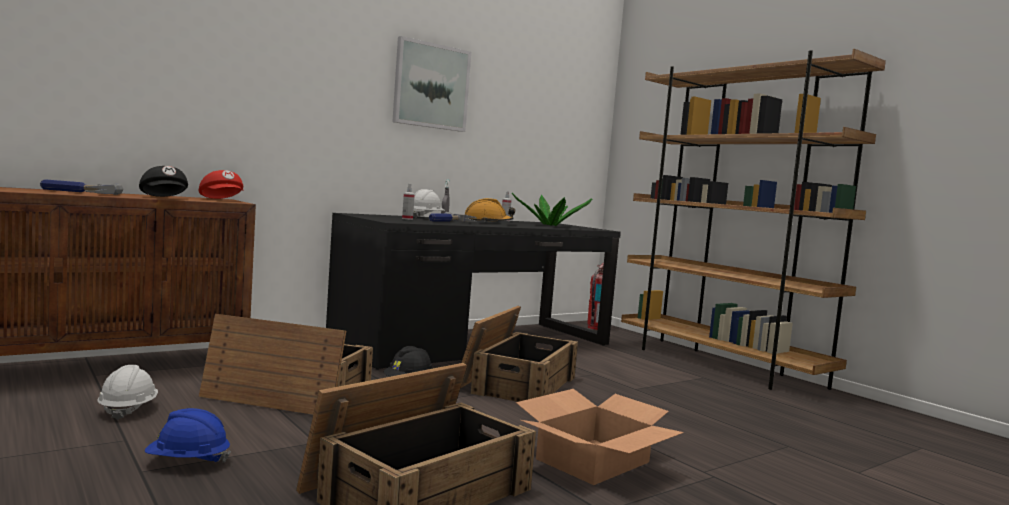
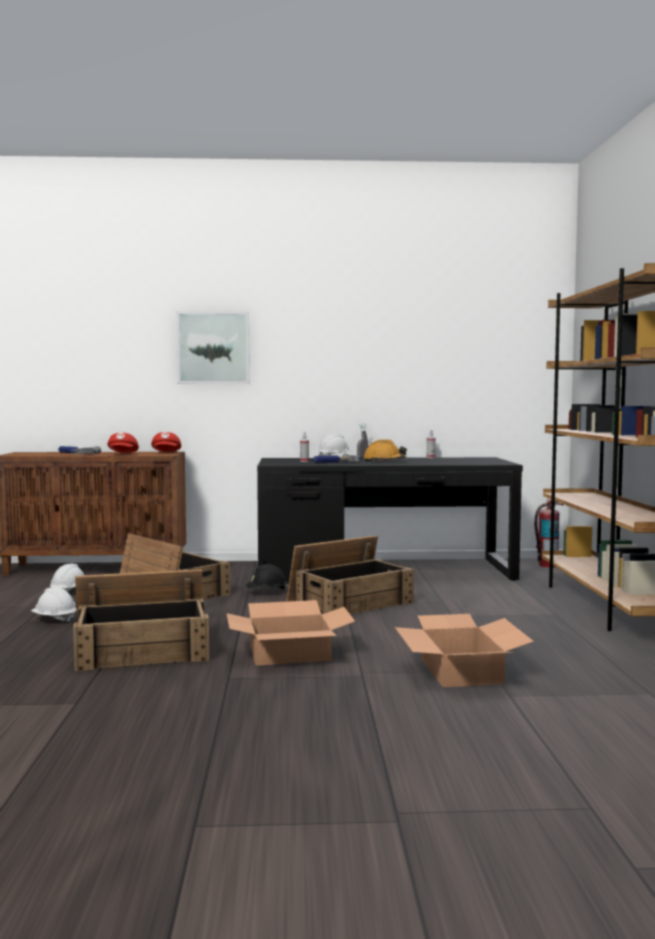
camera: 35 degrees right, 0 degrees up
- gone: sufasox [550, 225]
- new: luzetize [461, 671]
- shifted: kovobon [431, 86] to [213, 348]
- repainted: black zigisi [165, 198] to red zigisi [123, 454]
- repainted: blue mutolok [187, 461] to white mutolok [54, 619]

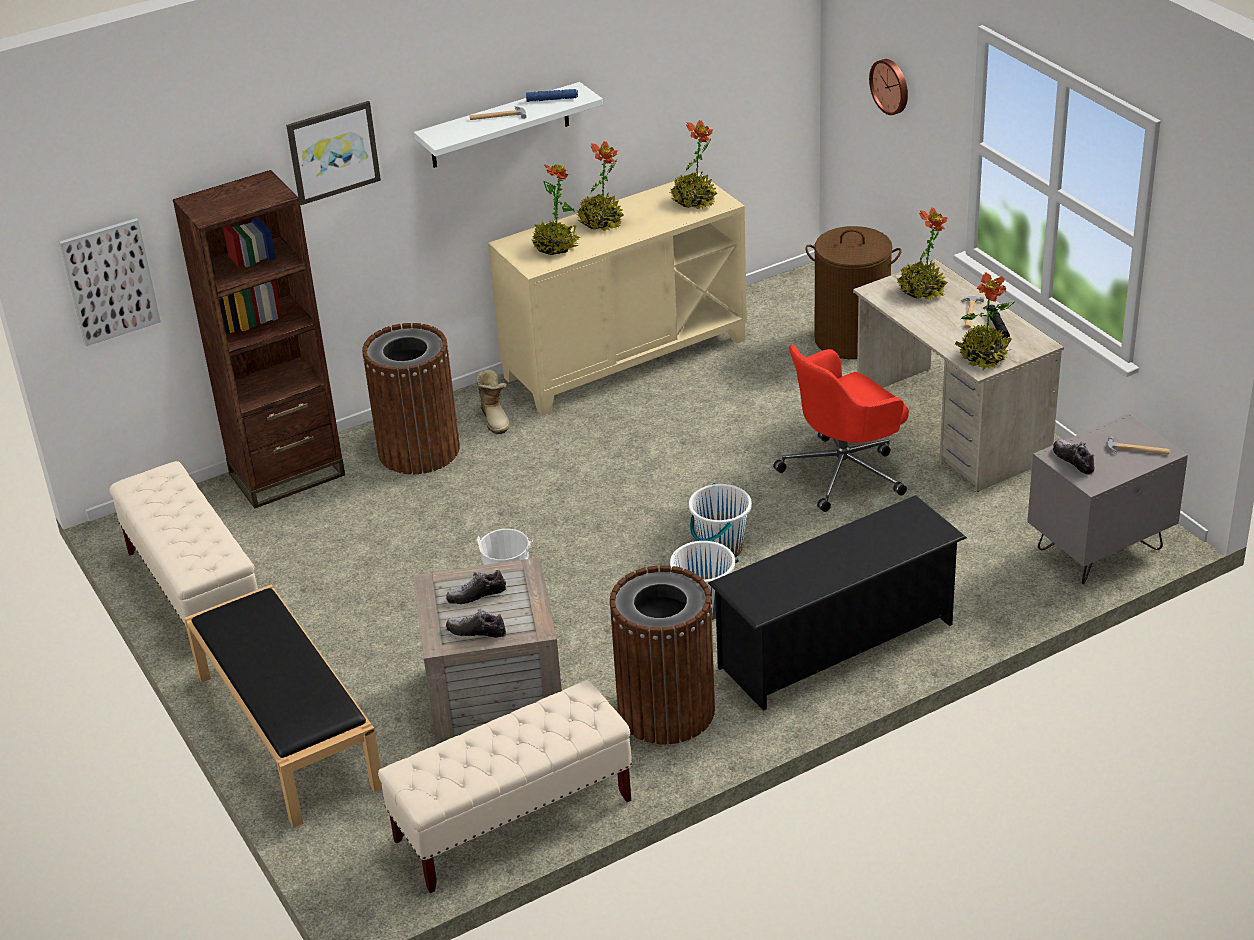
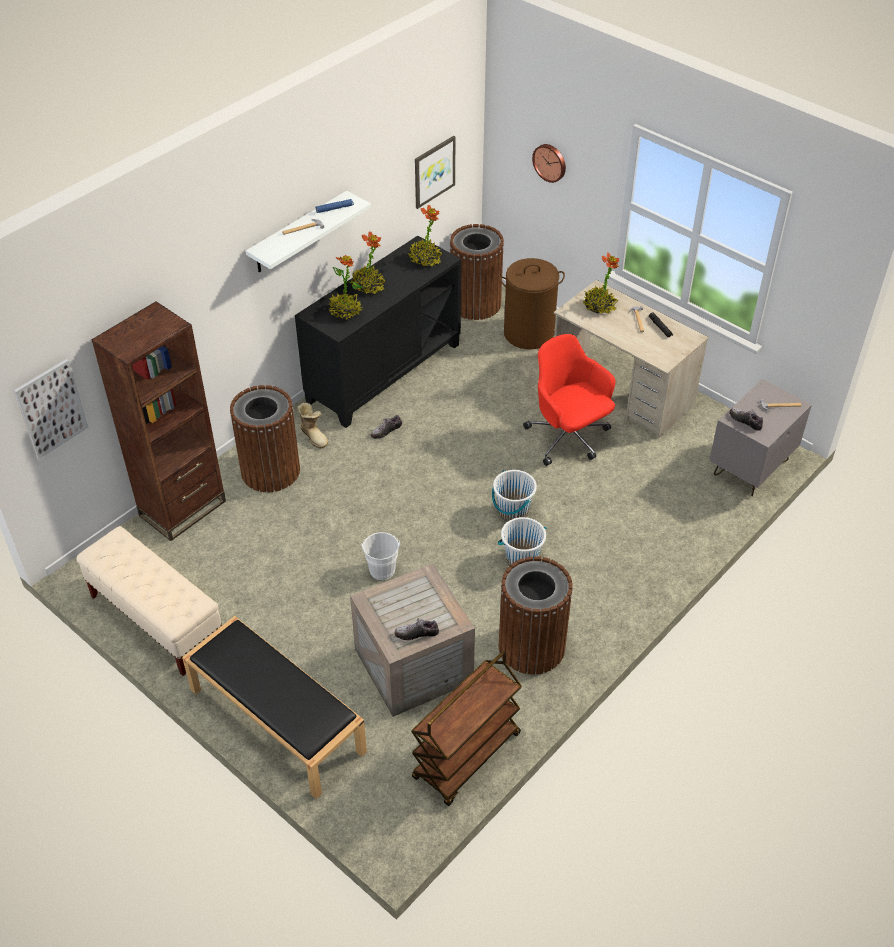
camera: 20 degrees left, 10 degrees up
- gone: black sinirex [837, 645]
- gone: sufasox [983, 357]
- new: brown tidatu [475, 303]
- shifted: kovobon [333, 152] to [434, 171]
- shifted: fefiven [476, 595] to [386, 431]
- swapped: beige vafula [513, 821] to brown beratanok [467, 757]
- repainted: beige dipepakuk [625, 358] to black dipepakuk [383, 372]
- rotated: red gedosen [844, 472] = [568, 438] 105 degrees clockwise

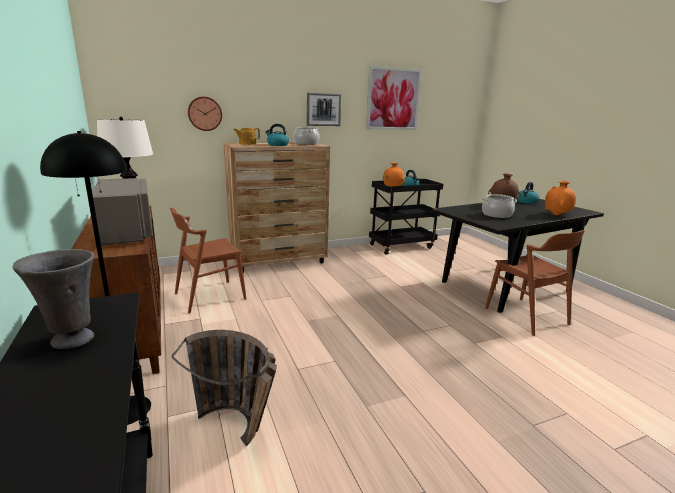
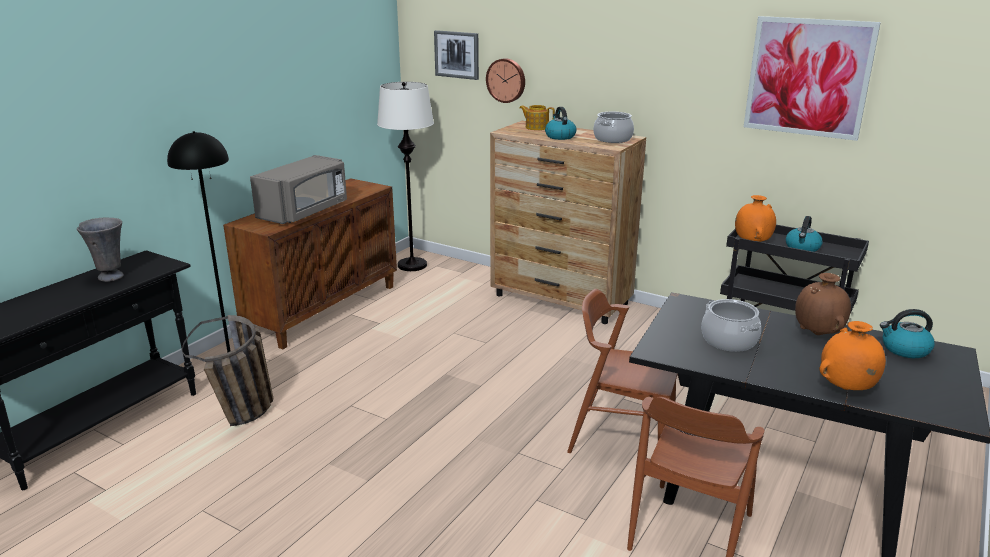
camera: 55 degrees right, 5 degrees up
- shifted: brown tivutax [209, 296] to [621, 439]
- shifted: kovobon [323, 109] to [457, 54]

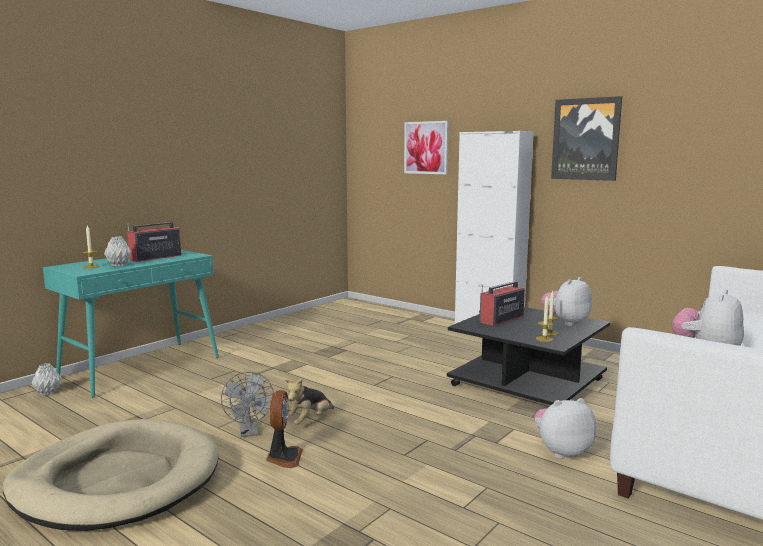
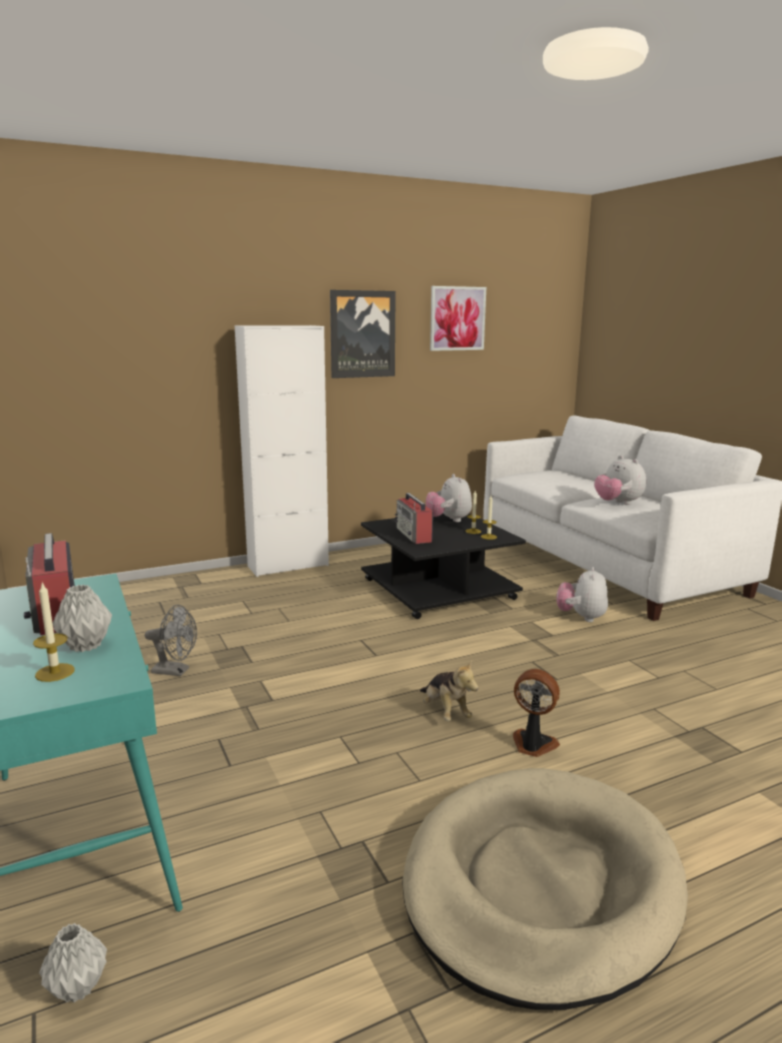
camera: 65 degrees left, 5 degrees up
- shifted: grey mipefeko [249, 432] to [176, 671]
- shifted: kovobon [426, 147] to [457, 318]

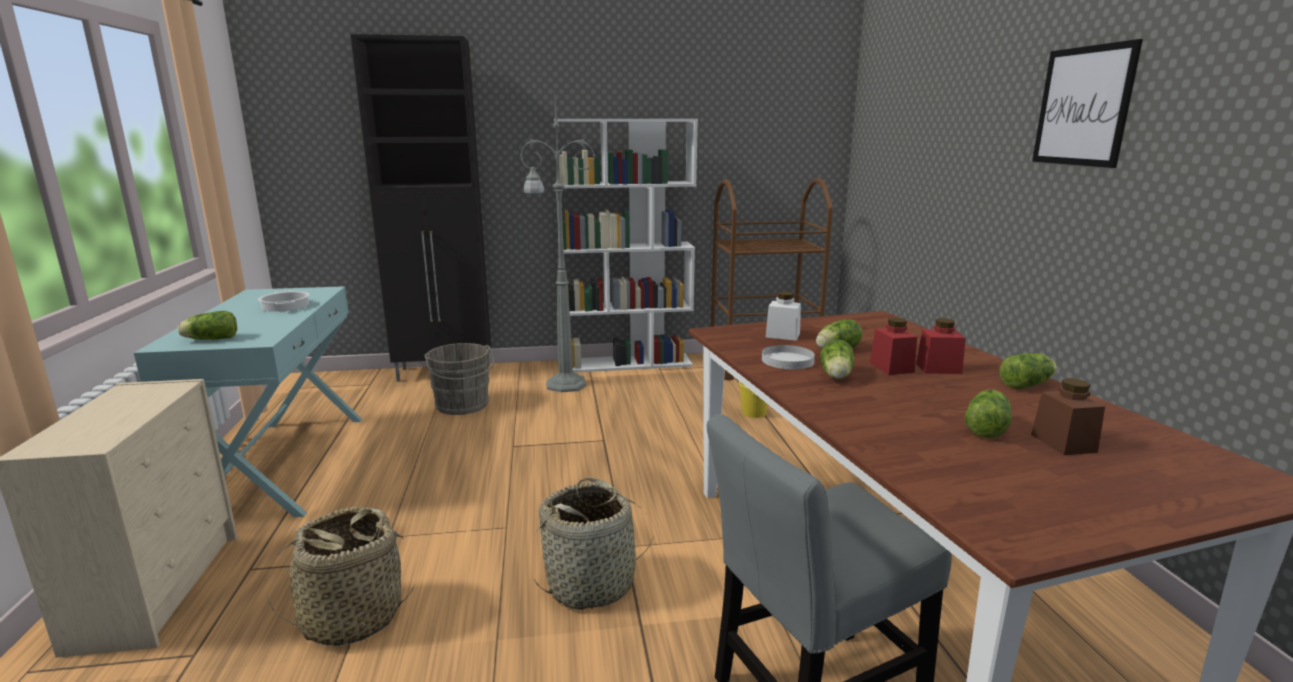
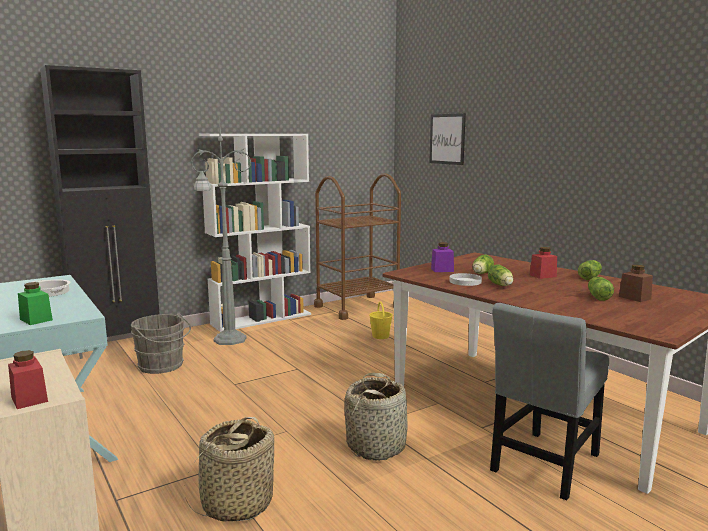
camera: 25 degrees left, 5 degrees down
- shifted: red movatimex [891, 367] to [29, 399]
- shifted: kovobon [1083, 106] to [447, 139]
- swapped: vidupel [210, 339] to green movatimex [36, 319]
- repainted: white movatimex [782, 335] to purple movatimex [442, 270]

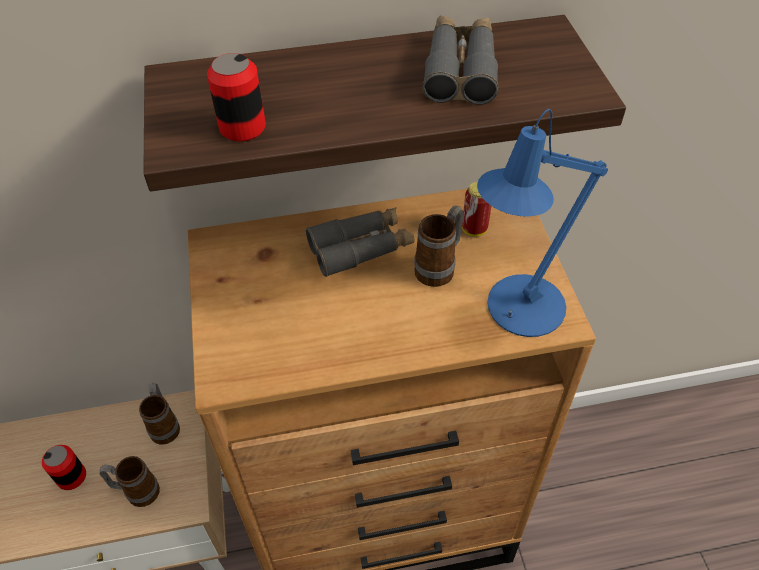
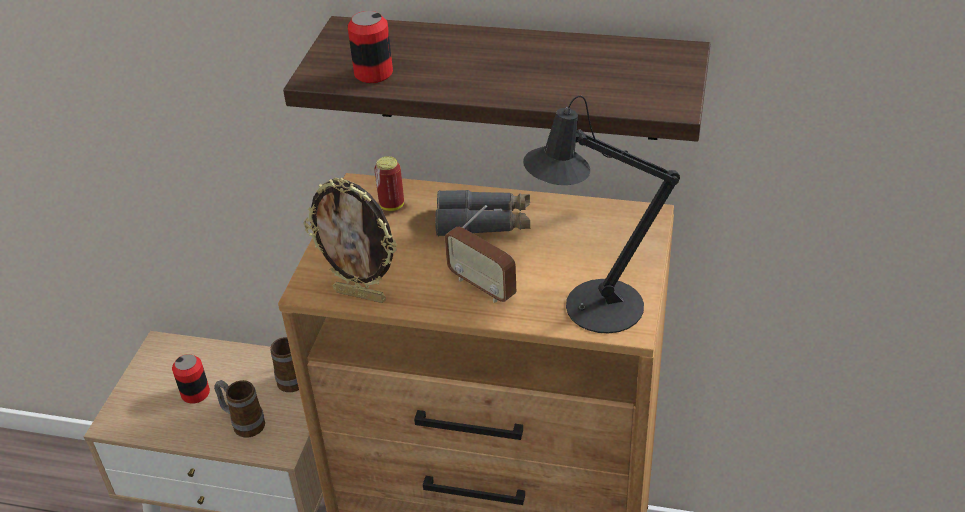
camera: 25 degrees right, 10 degrees down
- gone: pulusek [439, 267]
- gone: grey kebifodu [460, 69]
- new: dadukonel [361, 295]
- new: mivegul [482, 286]
- shifted: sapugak [474, 229] to [392, 205]
- repainted: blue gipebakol [517, 311] to black gipebakol [593, 308]

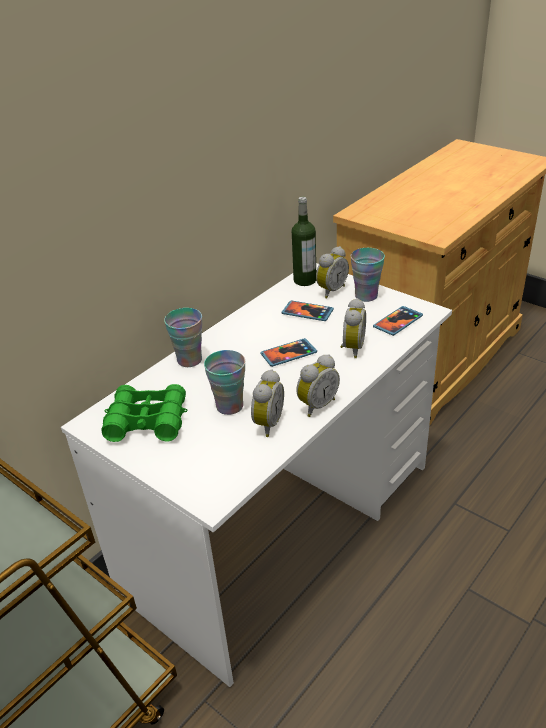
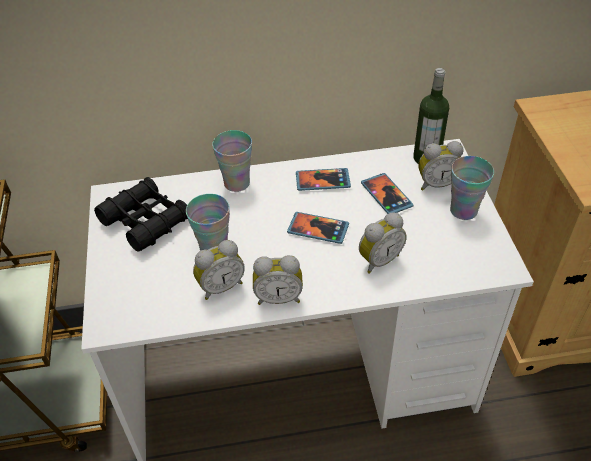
camera: 40 degrees right, 10 degrees up
- shifted: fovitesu [398, 322] to [322, 181]
- repainted: green kebifodu [147, 421] to black kebifodu [145, 221]

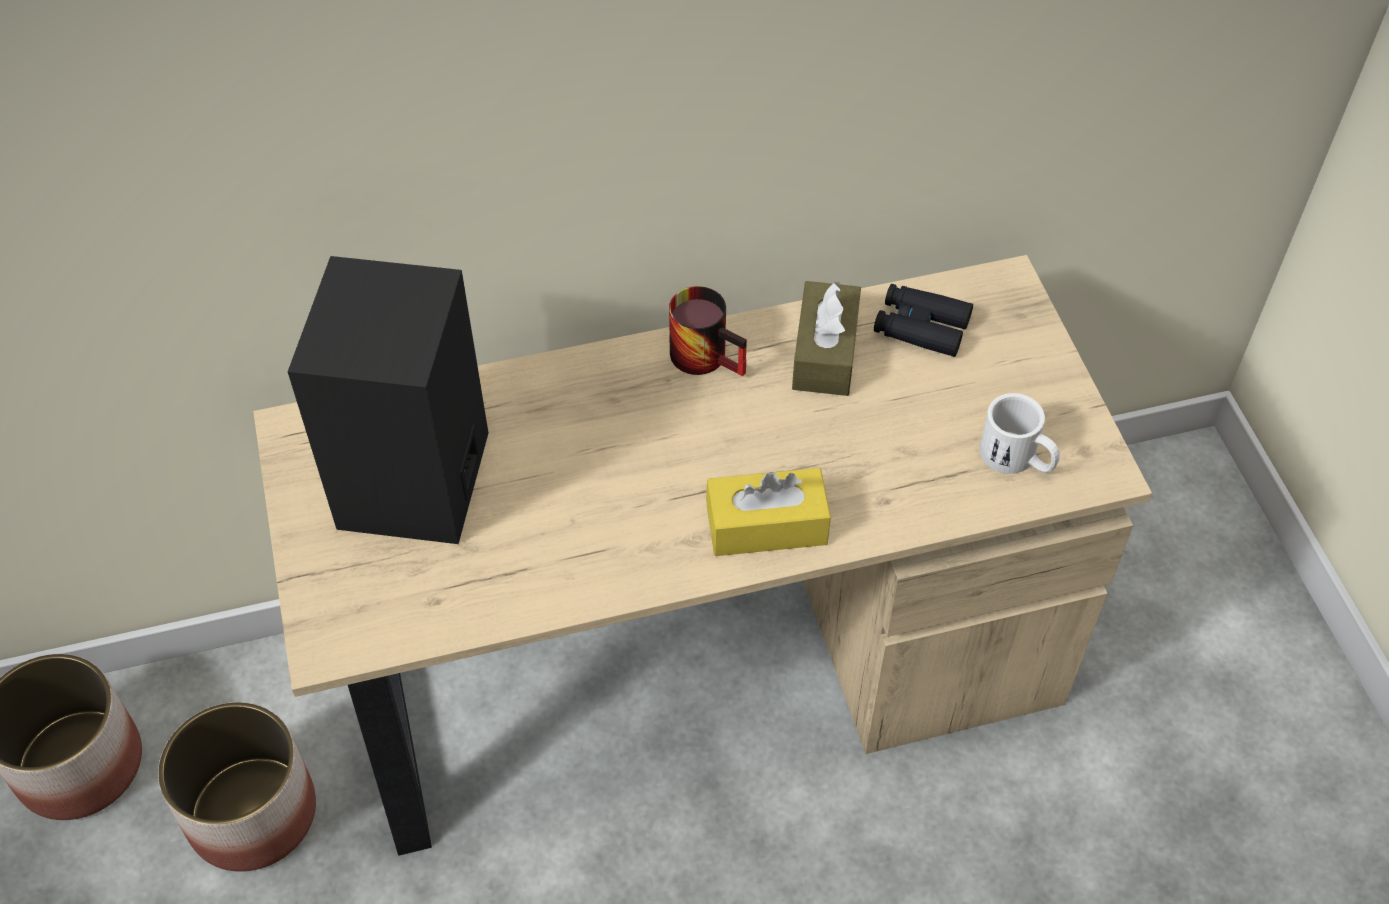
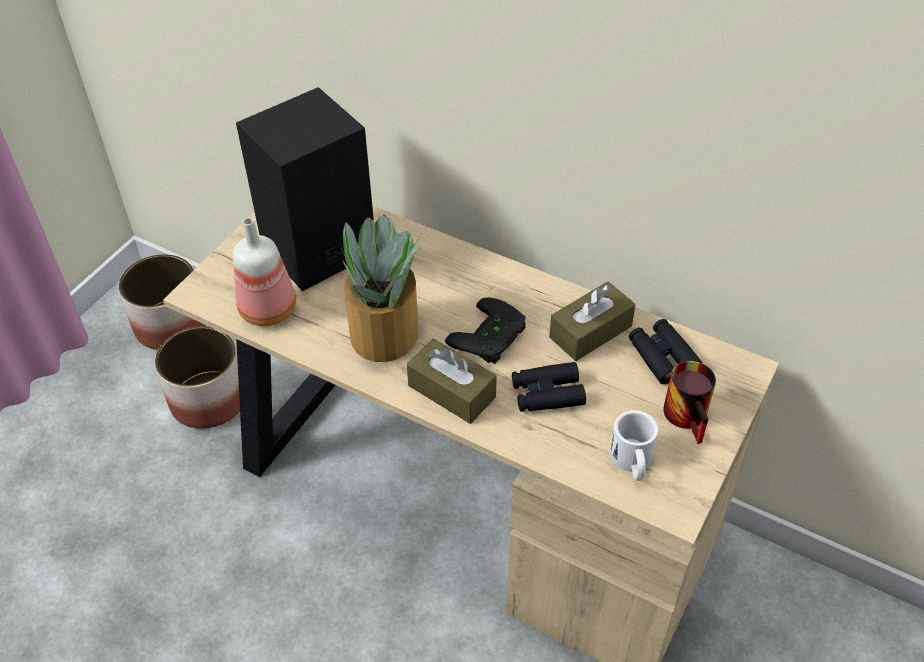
camera: 45 degrees right, 5 degrees down
- new: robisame [269, 308]
- new: sufasox [383, 334]
- new: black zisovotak [492, 337]
- new: black kebifodu [547, 393]
- shifted: pulusek [709, 354] to [691, 417]
- repainted: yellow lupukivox [766, 526] to brown lupukivox [451, 391]

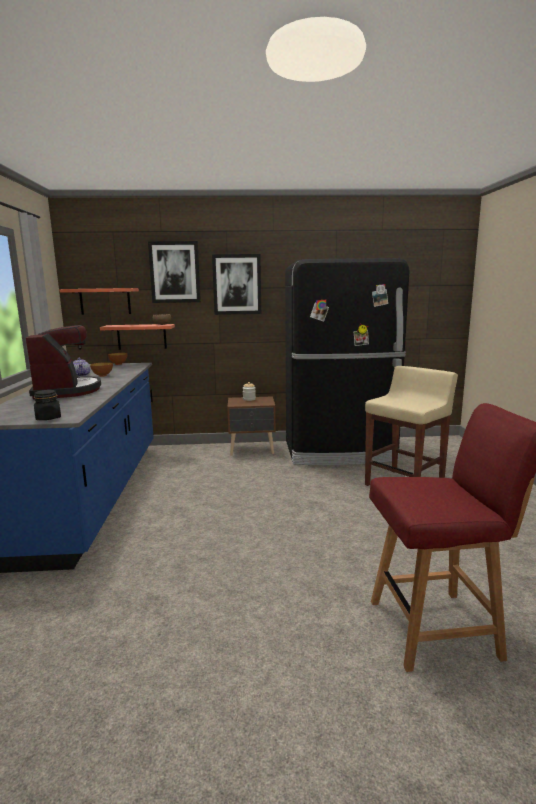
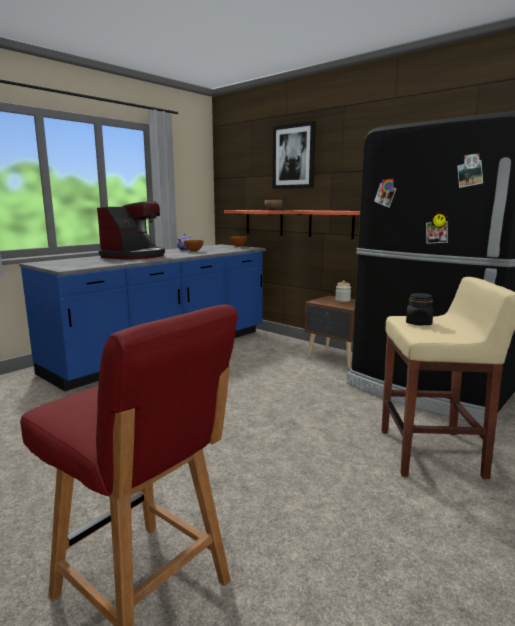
camera: 45 degrees right, 0 degrees up
- gone: kovobon [237, 284]
- shifted: black movatimex [48, 418] to [418, 323]
- shifted: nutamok [105, 301] to [331, 224]

